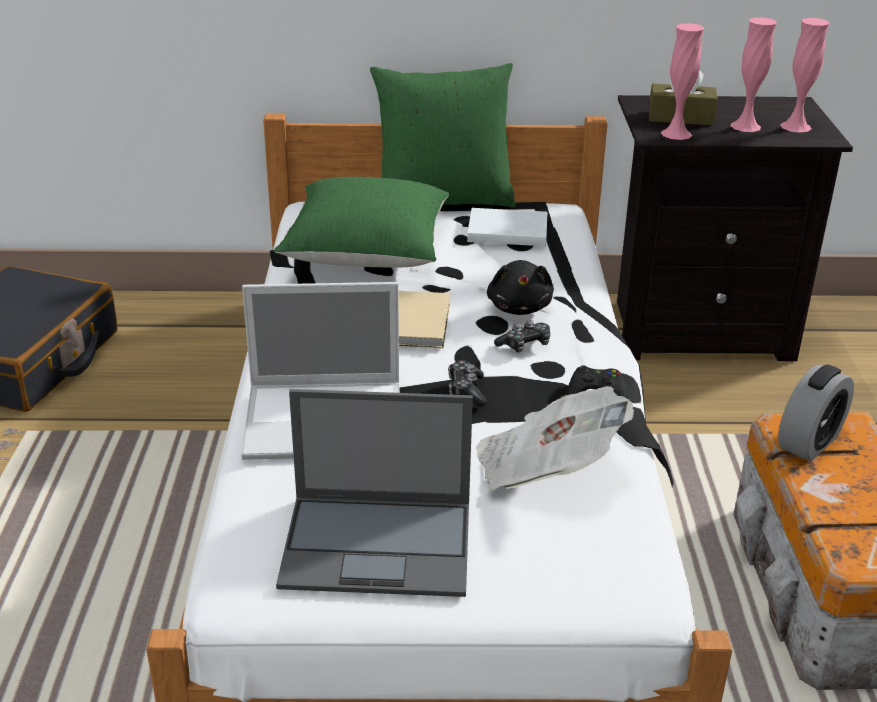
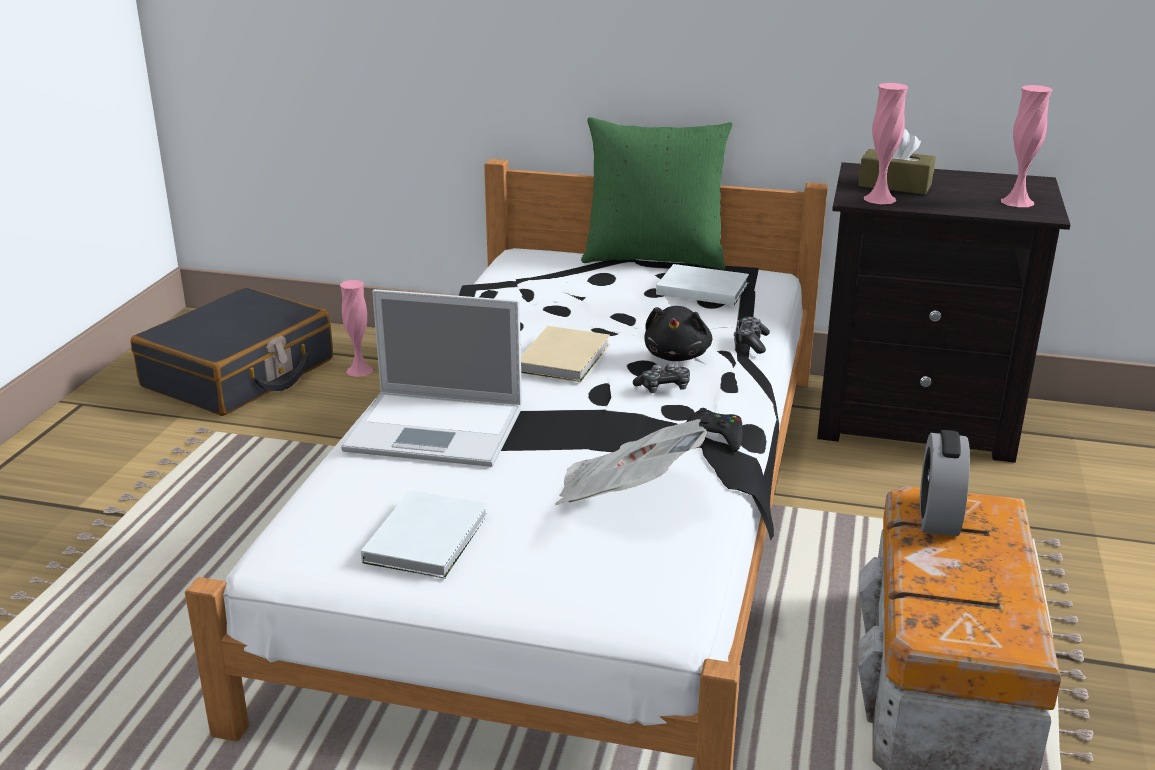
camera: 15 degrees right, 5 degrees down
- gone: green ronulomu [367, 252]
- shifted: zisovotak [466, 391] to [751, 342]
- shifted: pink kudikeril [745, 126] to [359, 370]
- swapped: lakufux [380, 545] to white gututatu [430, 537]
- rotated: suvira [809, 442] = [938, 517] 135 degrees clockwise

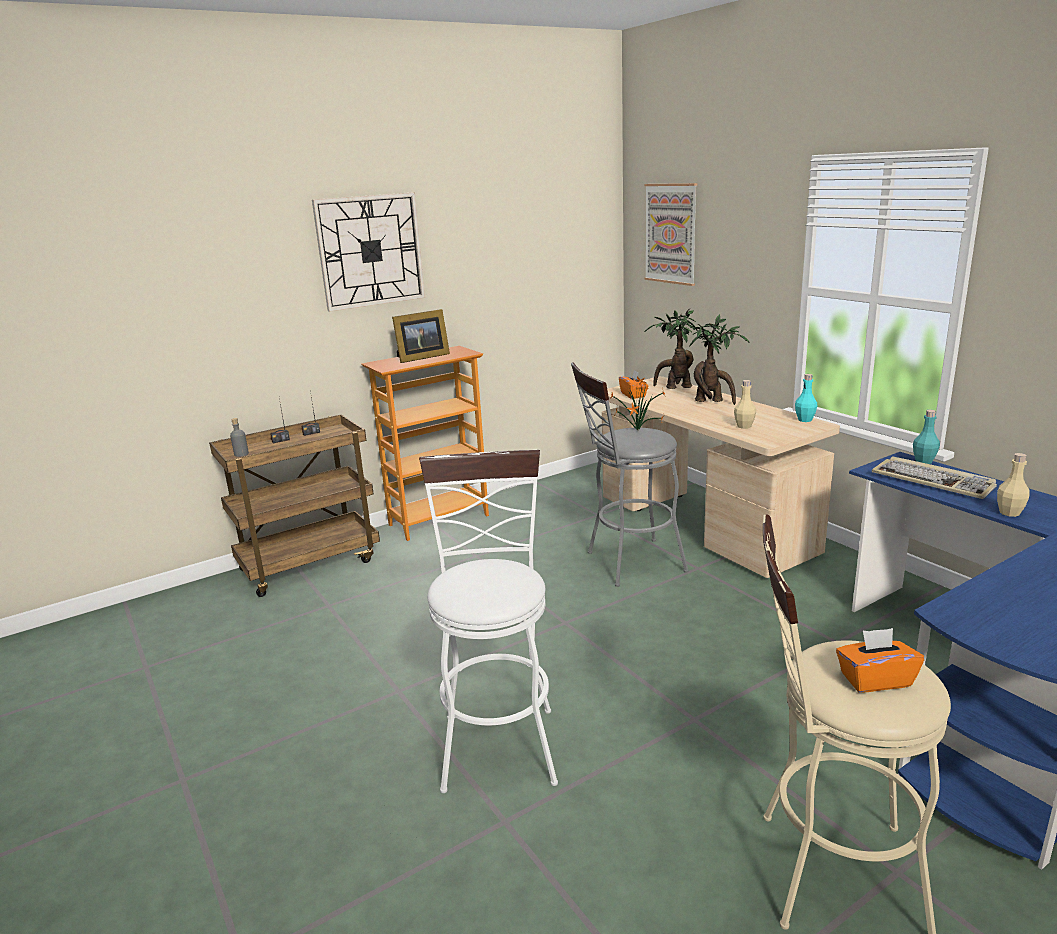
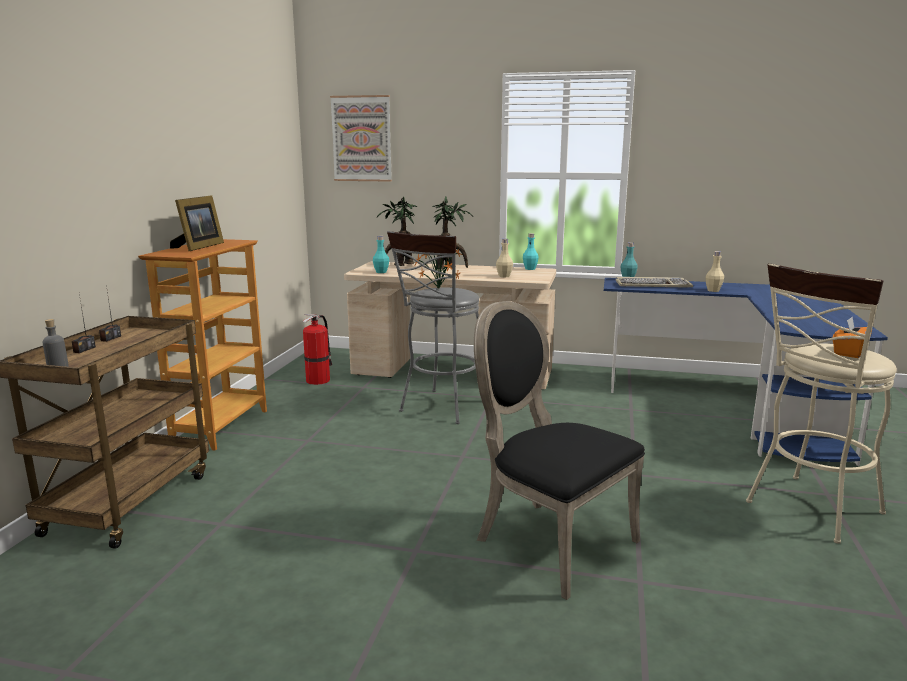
camera: 45 degrees left, 5 degrees down
- gone: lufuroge [370, 251]
- new: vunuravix [319, 380]
- swapped: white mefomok [498, 739] to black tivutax [548, 540]
- swapped: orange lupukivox [633, 395] to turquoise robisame [381, 272]

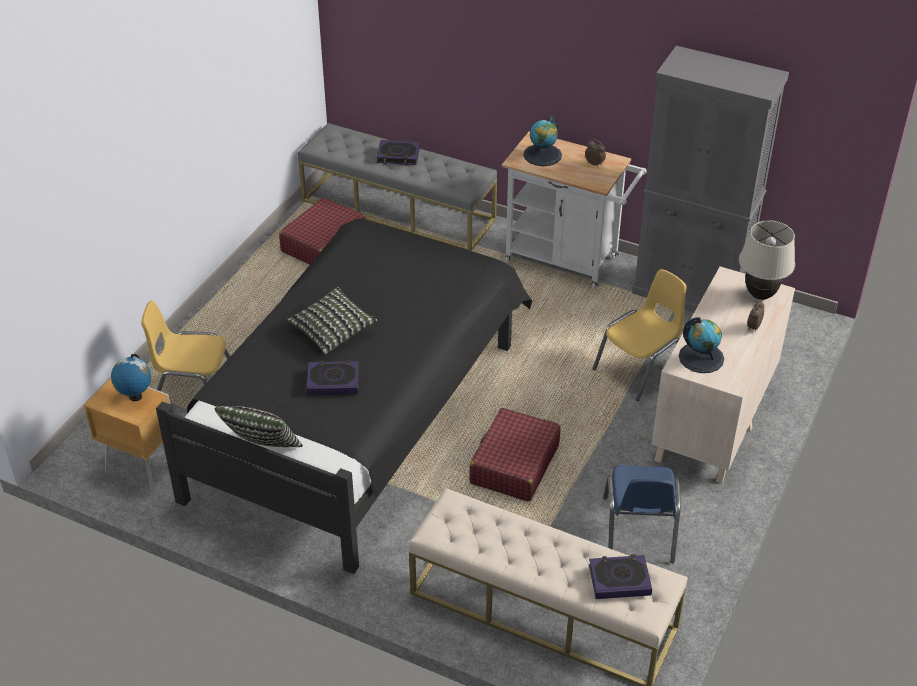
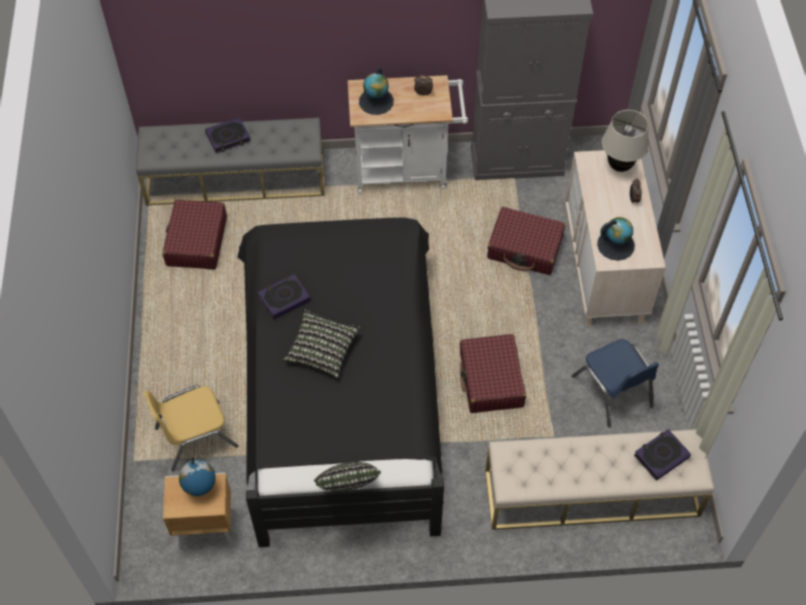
camera: 30 degrees left, 15 degrees up
- shifted: gututatu [333, 381] to [284, 298]
- swapped: yellow tivutax [640, 368] to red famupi [525, 248]

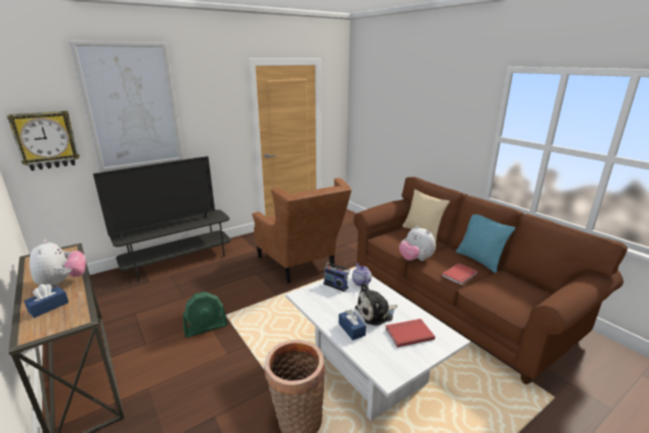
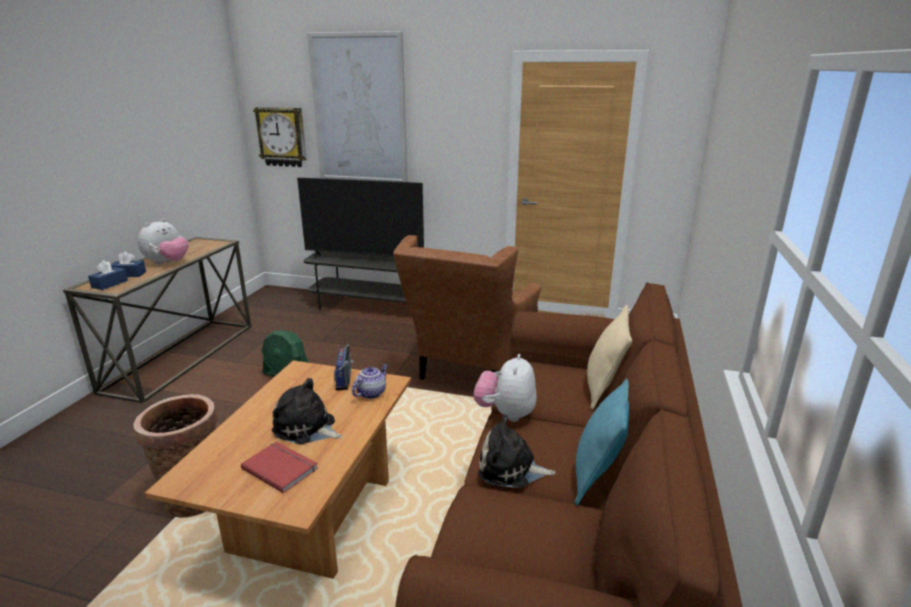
camera: 50 degrees right, 0 degrees up
- shifted: blue lupukivox [351, 329] to [110, 284]
- swapped: red gututatu [460, 275] to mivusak [511, 469]
- repainted: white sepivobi [366, 372] to brown sepivobi [309, 512]

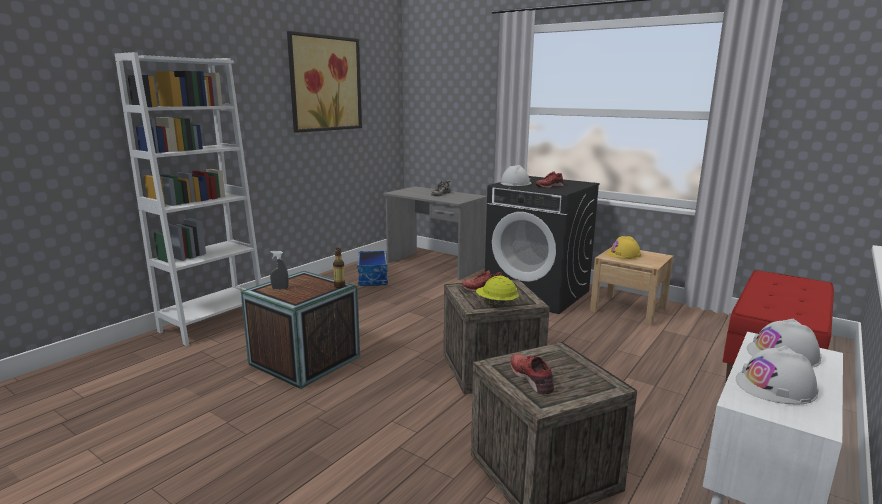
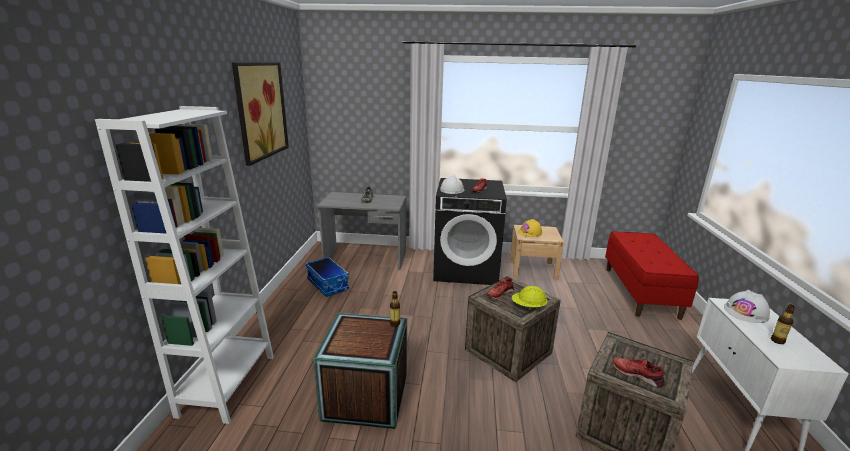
camera: 30 degrees left, 5 degrees up
- gone: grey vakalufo [280, 288]
- swapped: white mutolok [775, 387] to robisame [777, 341]

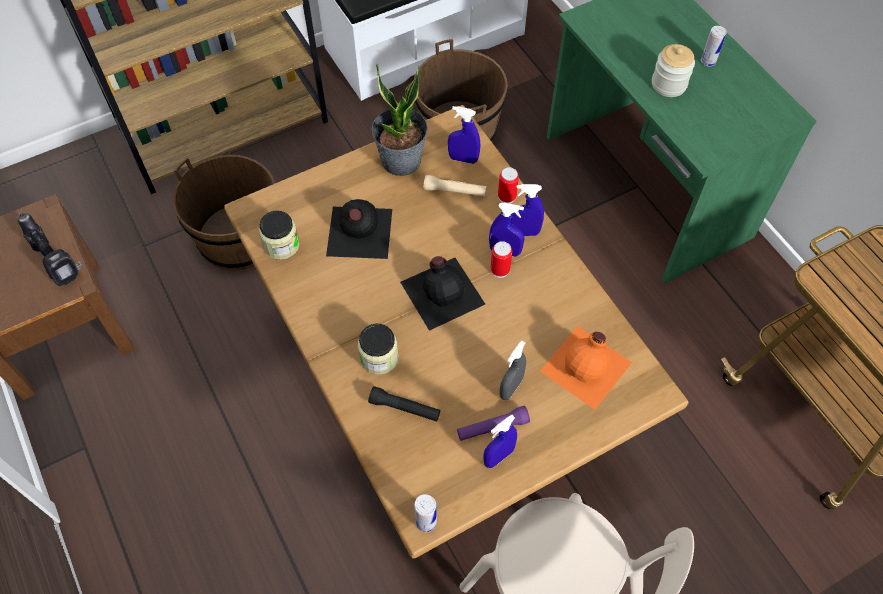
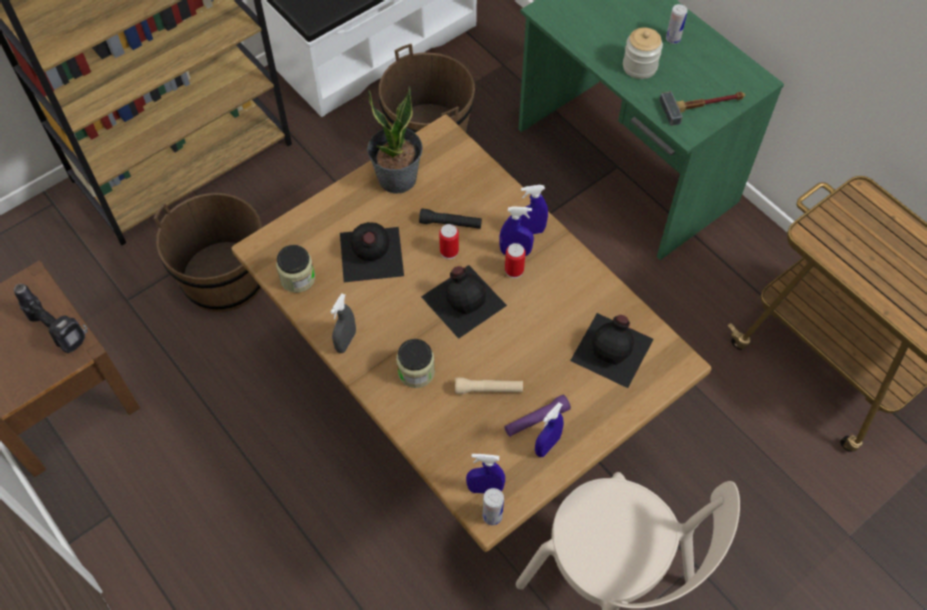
camera: 10 degrees left, 0 degrees up
- new: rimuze [704, 106]
- shifted: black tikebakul [405, 408] to [450, 224]
- shifted: beige tikebakul [455, 191] to [488, 389]
- shifted: blue vakalufo [463, 159] to [485, 489]
- shifted: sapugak [507, 196] to [449, 251]
- shifted: grey vakalufo [511, 388] to [346, 341]
- repainted: orange robisame [587, 366] to black robisame [613, 349]

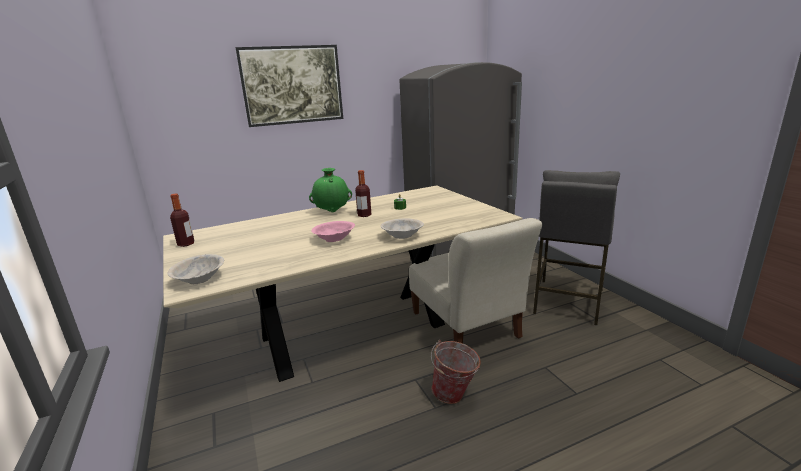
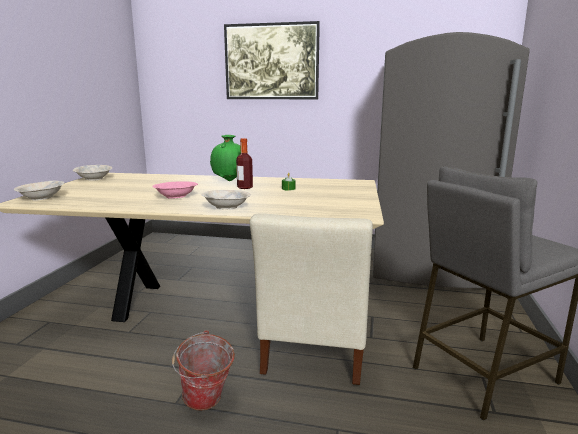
camera: 35 degrees right, 5 degrees down
- swapped: robisame [186, 244] to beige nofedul [94, 179]

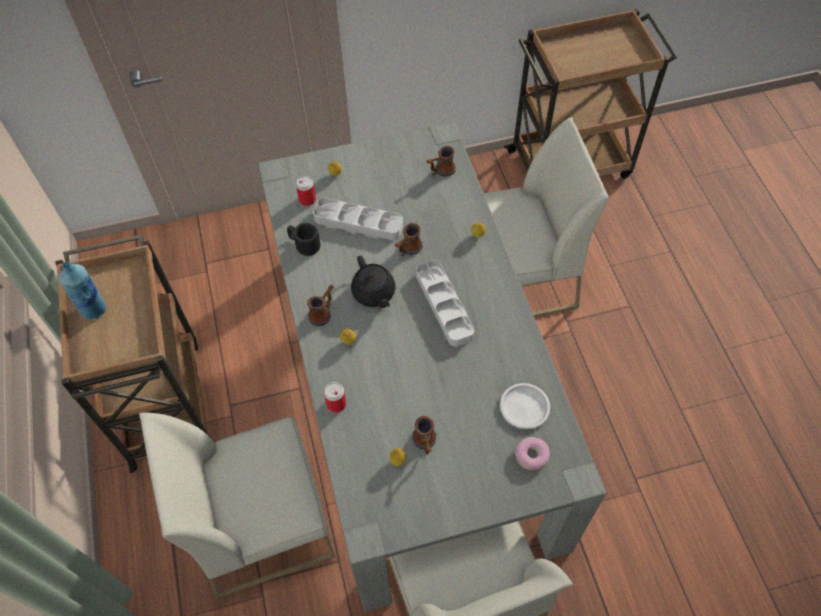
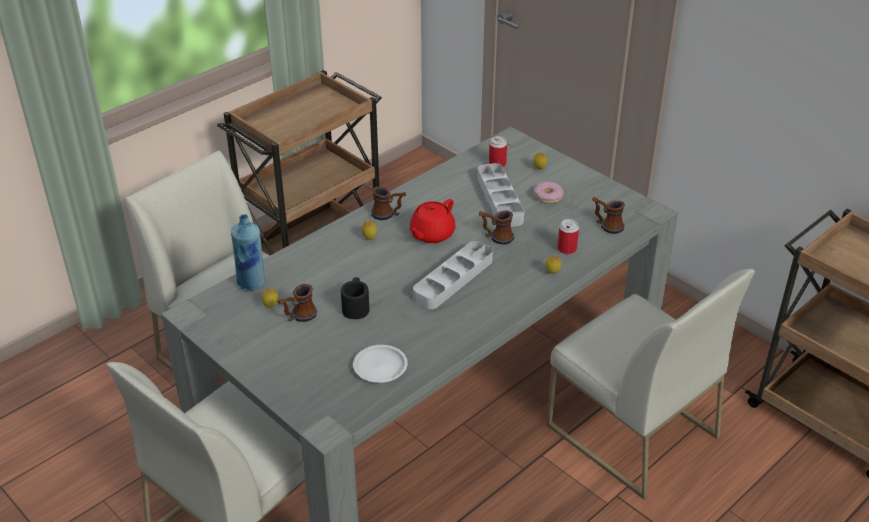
camera: 60 degrees right, 20 degrees down
- shifted: blue robisame [94, 309] to [251, 283]
- shifted: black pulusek [304, 244] to [356, 306]
- shifted: sapugak [336, 404] to [566, 249]
- shifted: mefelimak [531, 455] to [548, 196]
- repainted: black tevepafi [374, 293] to red tevepafi [431, 234]

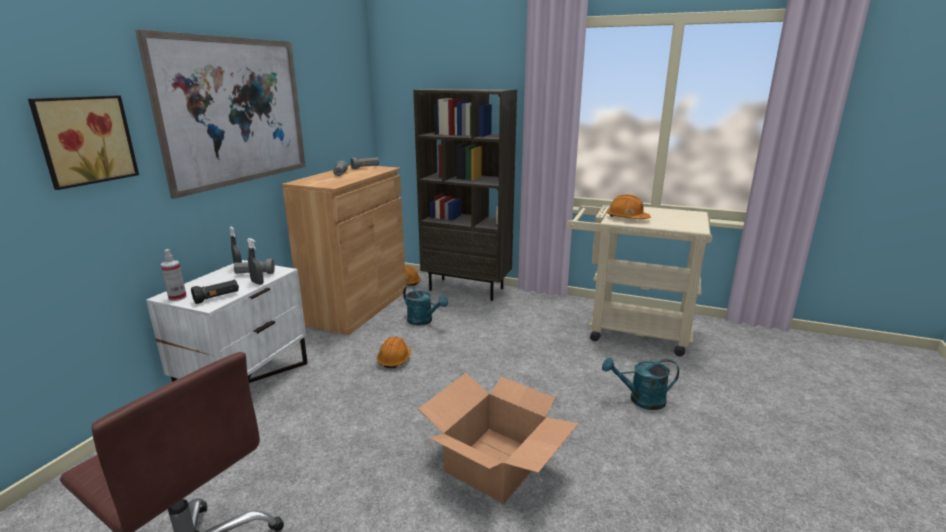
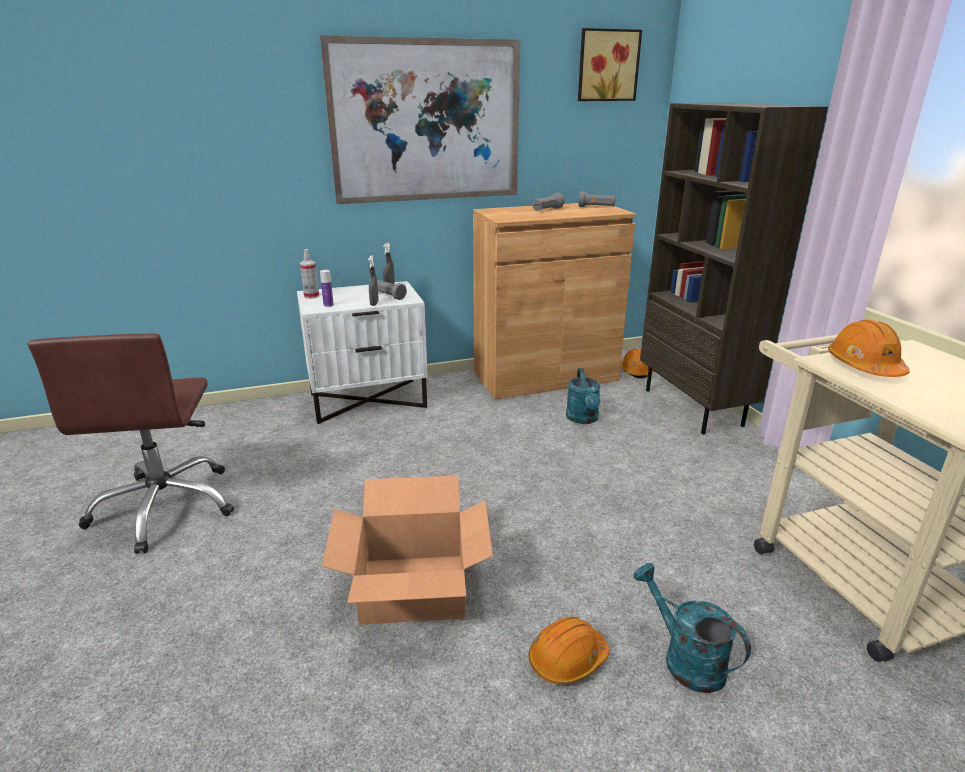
camera: 50 degrees right, 5 degrees up
- shifted: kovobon [84, 140] to [607, 65]
- shifted: orange mutolok [394, 359] to [567, 660]
- swapped: black tikebakul [217, 298] to robisame [328, 305]

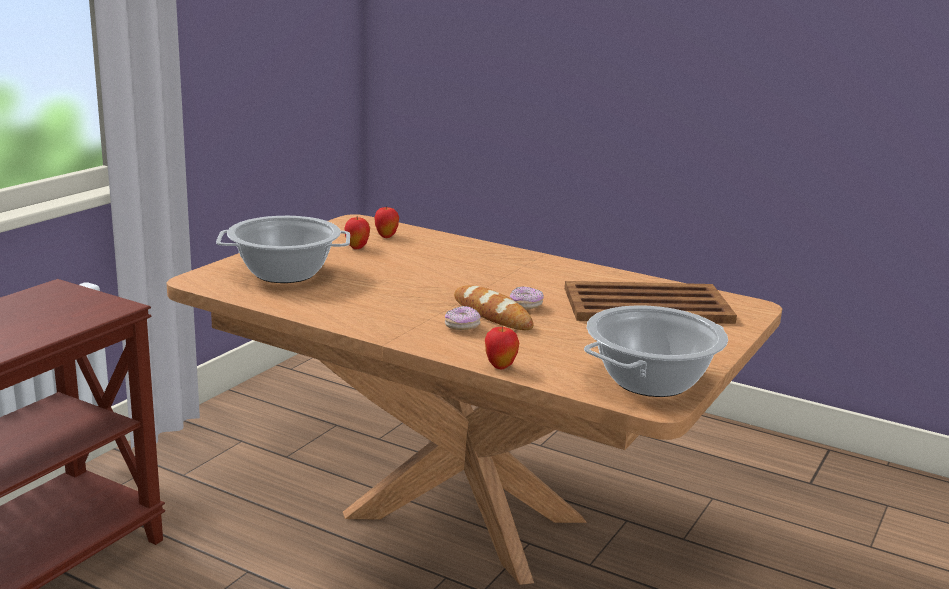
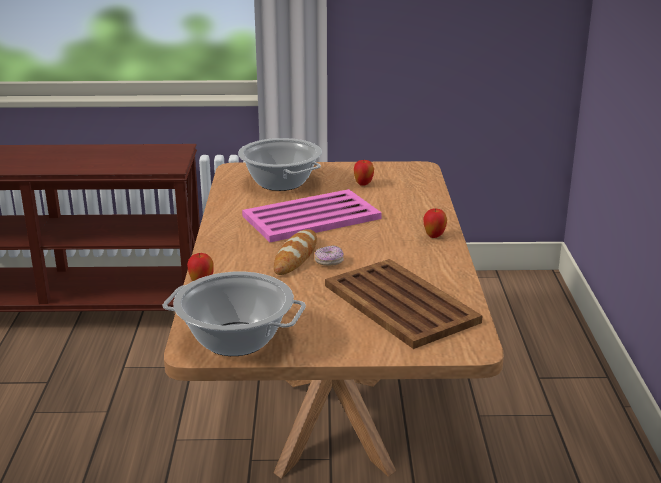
camera: 60 degrees right, 5 degrees up
- gone: mefelimak [462, 327]
- new: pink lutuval [313, 217]
- shifted: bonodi [386, 236] to [434, 236]

